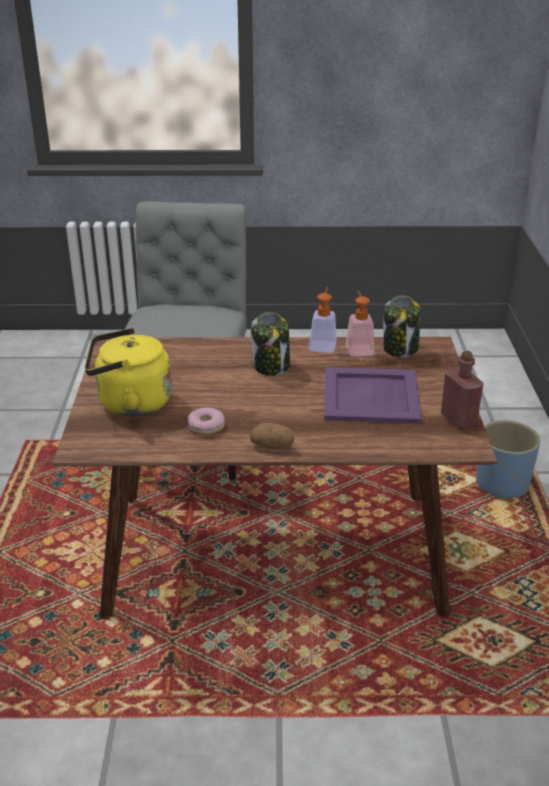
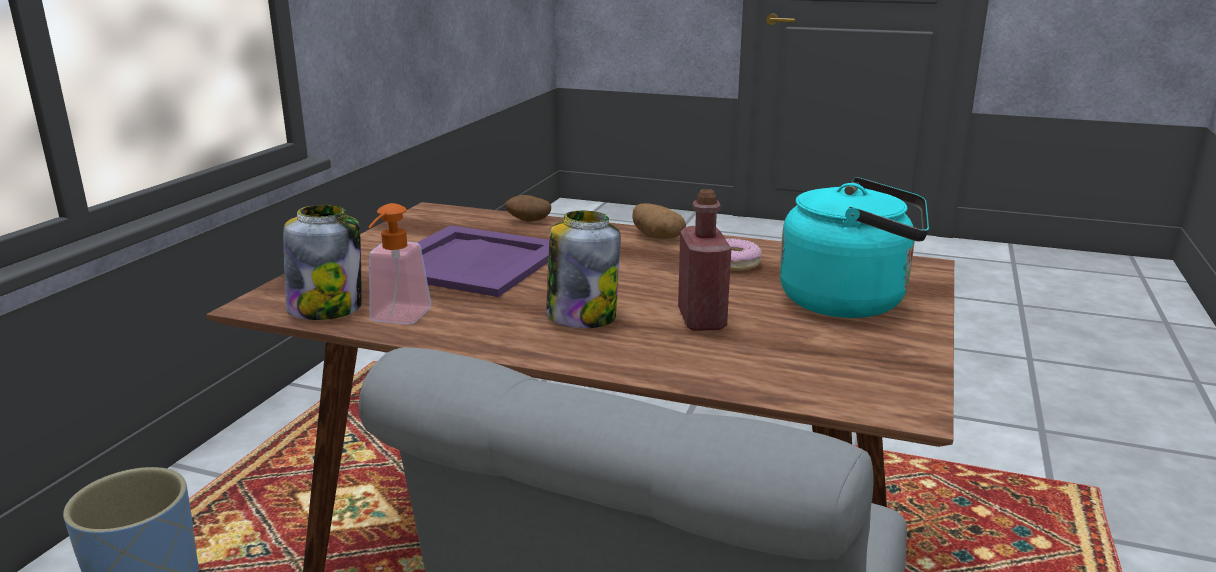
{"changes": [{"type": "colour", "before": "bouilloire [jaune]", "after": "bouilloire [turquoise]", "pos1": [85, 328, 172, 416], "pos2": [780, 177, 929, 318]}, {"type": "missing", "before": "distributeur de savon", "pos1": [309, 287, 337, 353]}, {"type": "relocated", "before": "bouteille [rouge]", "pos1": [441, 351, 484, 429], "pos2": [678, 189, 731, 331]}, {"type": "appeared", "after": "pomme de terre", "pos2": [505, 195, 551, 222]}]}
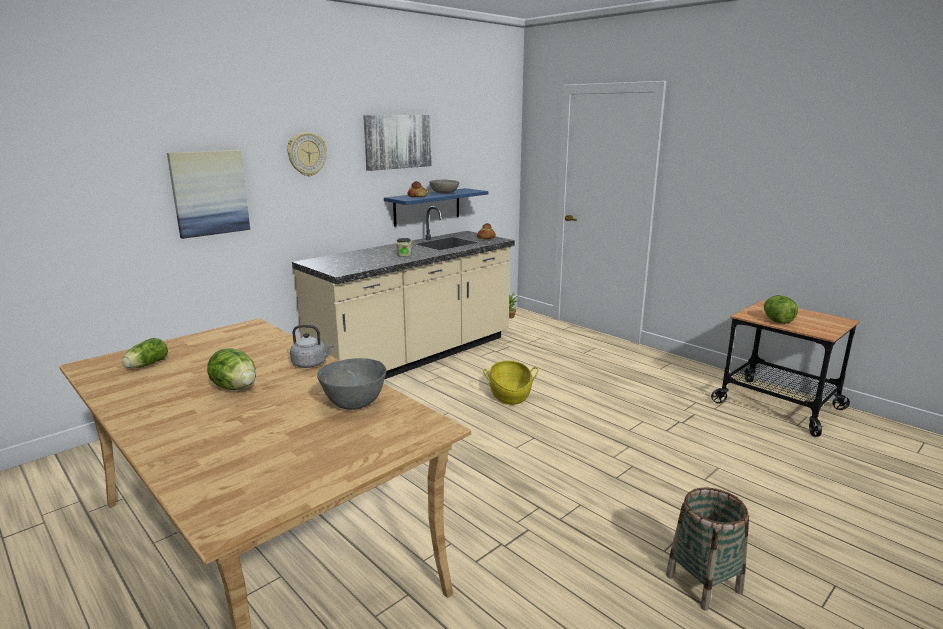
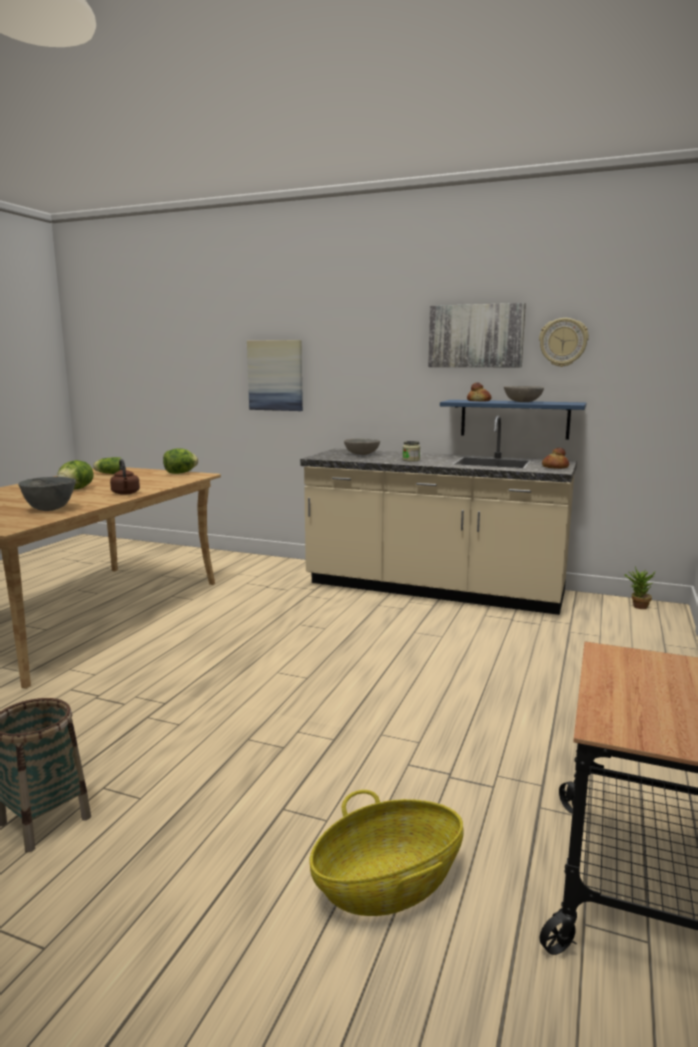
{"changes": [{"type": "relocated", "before": "horloge murale", "pos1": [287, 132, 327, 177], "pos2": [539, 318, 589, 367]}, {"type": "colour", "before": "bouilloire [gris]", "after": "bouilloire [marron]", "pos1": [290, 325, 334, 368], "pos2": [110, 459, 140, 495]}, {"type": "relocated", "before": "panier", "pos1": [483, 361, 538, 405], "pos2": [309, 790, 464, 916]}, {"type": "relocated", "before": "laitue", "pos1": [764, 295, 798, 324], "pos2": [163, 448, 198, 474]}, {"type": "appeared", "after": "bol [gris]", "pos2": [344, 438, 380, 455]}]}
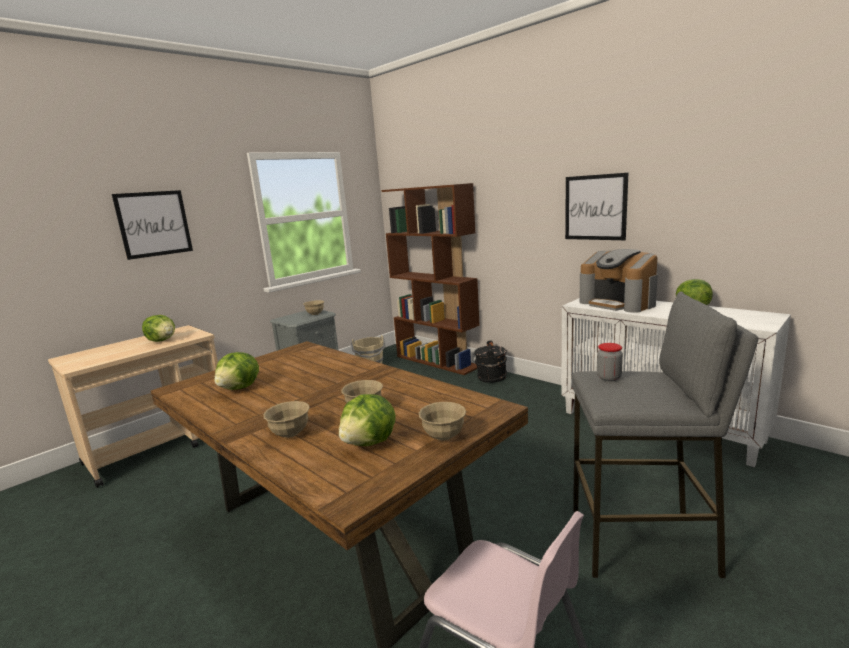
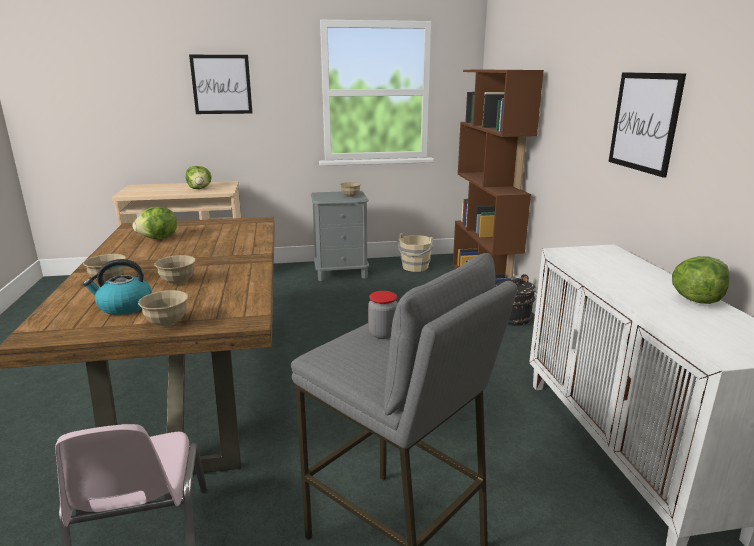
{"changes": [{"type": "exchanged", "before": "laitue", "after": "bouilloire", "pos1": [339, 394, 396, 446], "pos2": [83, 259, 152, 315]}, {"type": "missing", "before": "machine à café", "pos1": [579, 249, 658, 313]}]}
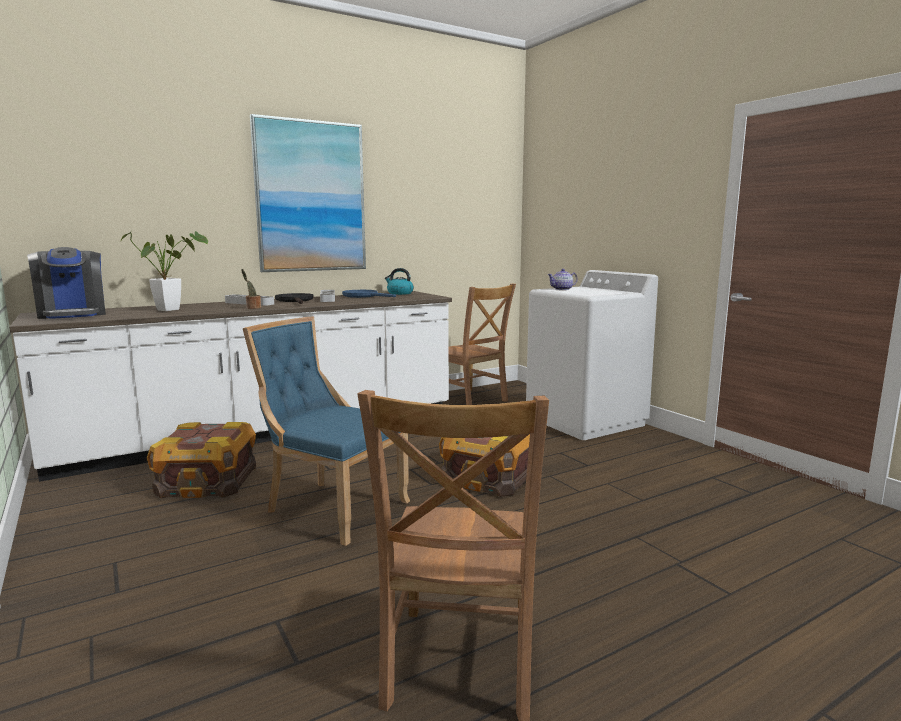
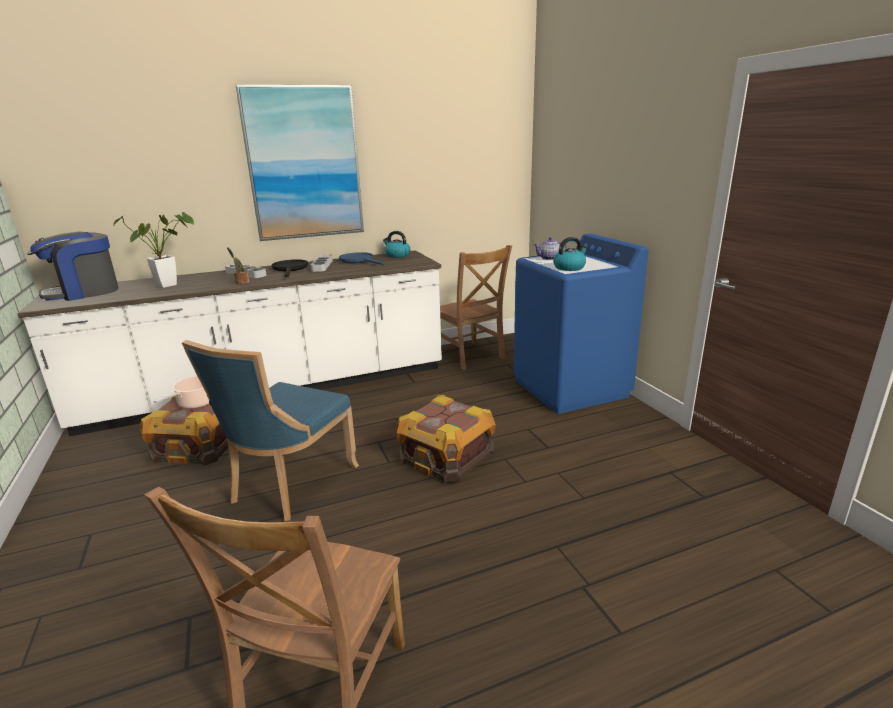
{"changes": [{"type": "spun", "before": "machine à café", "pos1": [27, 247, 106, 319], "pos2": [27, 232, 119, 301], "turn": 75}, {"type": "spun", "before": "chaise [bleu]", "pos1": [243, 316, 410, 546], "pos2": [182, 340, 359, 521], "turn": -105}, {"type": "colour", "before": "lave-linge [blanc]", "after": "lave-linge [bleu]", "pos1": [526, 270, 658, 440], "pos2": [514, 233, 649, 414]}, {"type": "appeared", "after": "marmite", "pos2": [154, 376, 209, 409]}, {"type": "appeared", "after": "bouilloire", "pos2": [553, 237, 588, 271]}]}
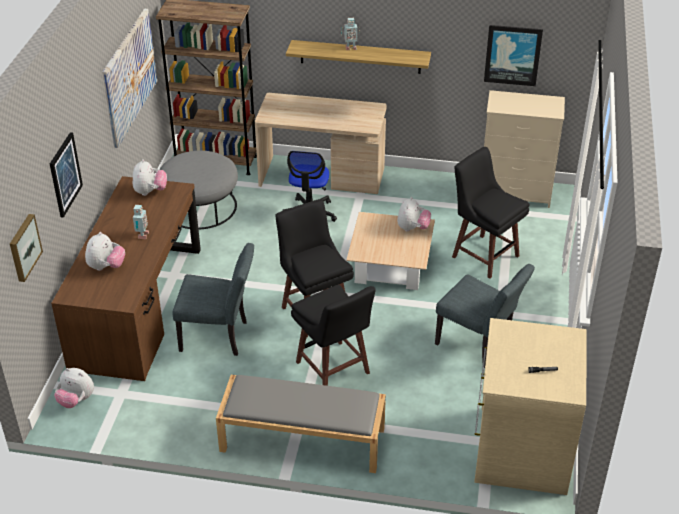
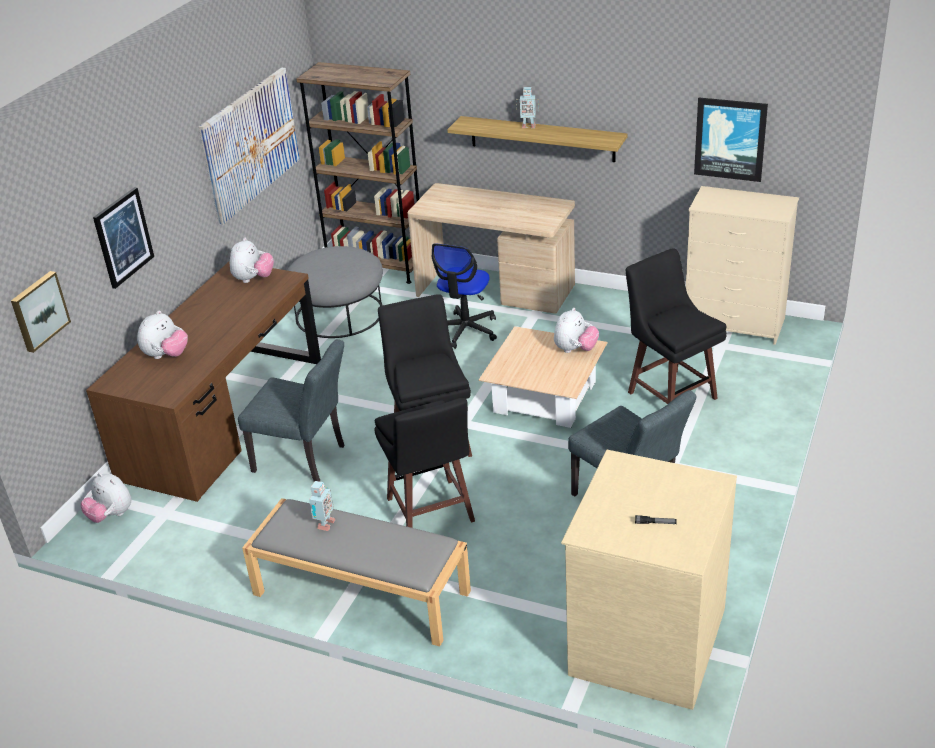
{"changes": [{"type": "relocated", "before": "robot jouet", "pos1": [133, 205, 149, 239], "pos2": [309, 481, 335, 531]}]}
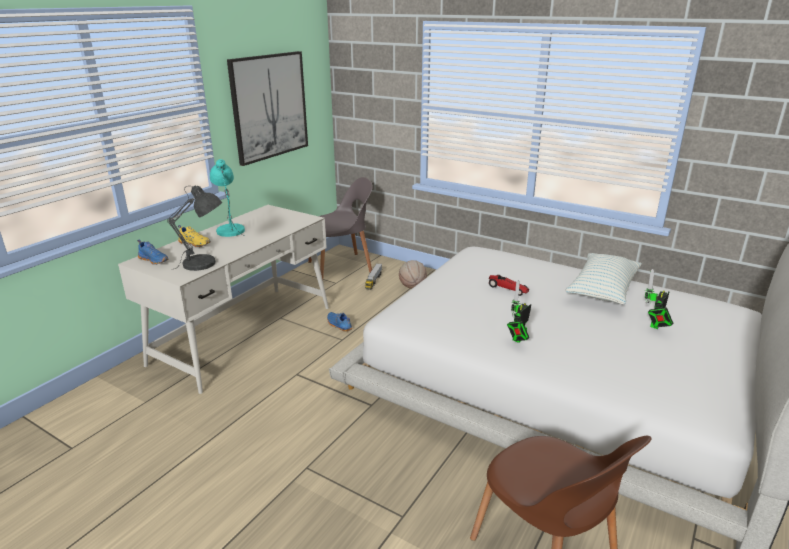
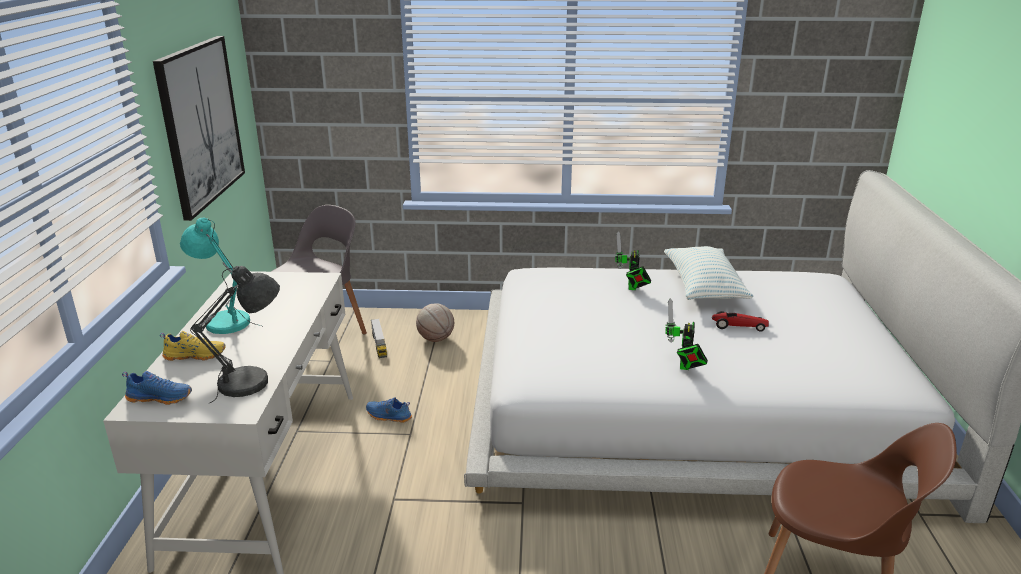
{"changes": [{"type": "relocated", "before": "petite voiture", "pos1": [489, 275, 529, 296], "pos2": [712, 311, 769, 332]}, {"type": "relocated", "before": "robot jouet", "pos1": [645, 269, 673, 329], "pos2": [615, 231, 651, 290]}]}
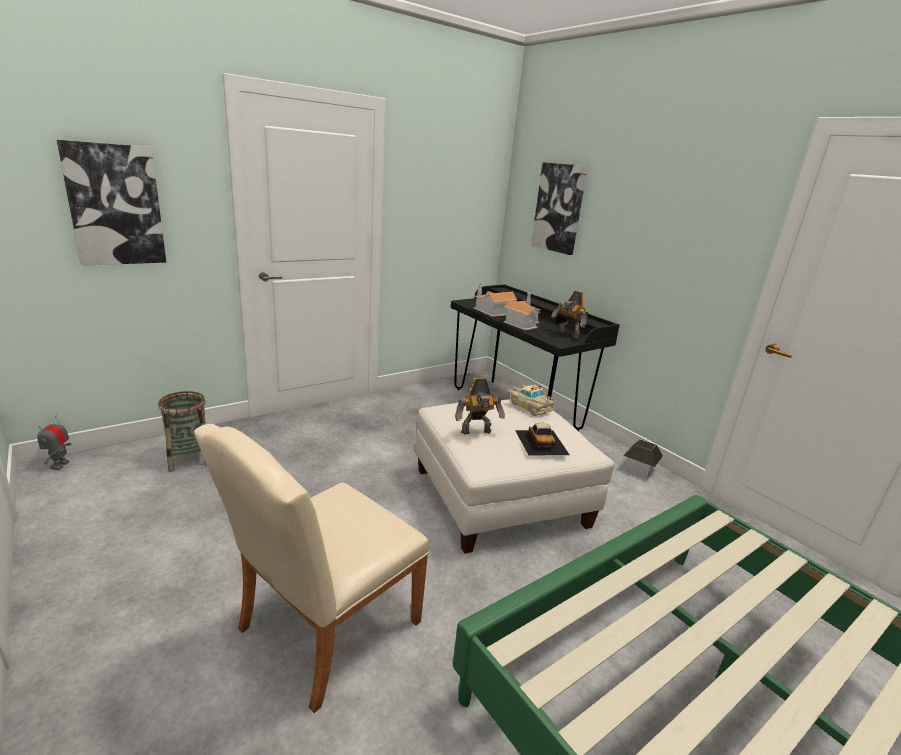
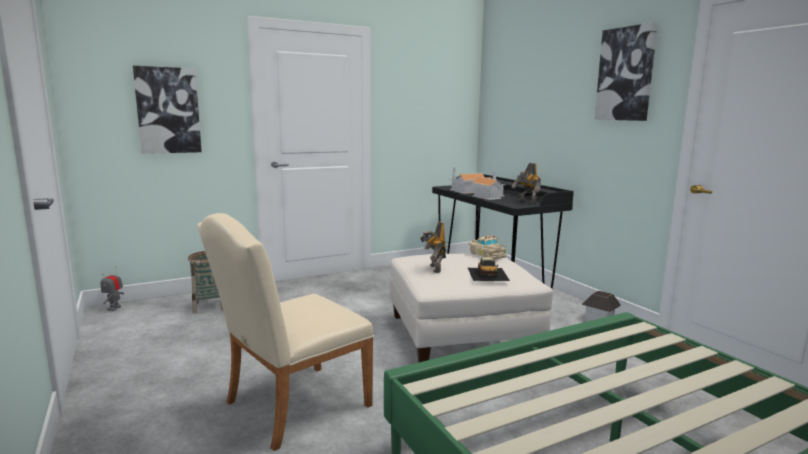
{"changes": [{"type": "spun", "before": "robot jouet", "pos1": [455, 378, 505, 435], "pos2": [420, 221, 446, 273], "turn": 90}, {"type": "relocated", "before": "tableau", "pos1": [531, 162, 588, 255], "pos2": [594, 22, 658, 121]}]}
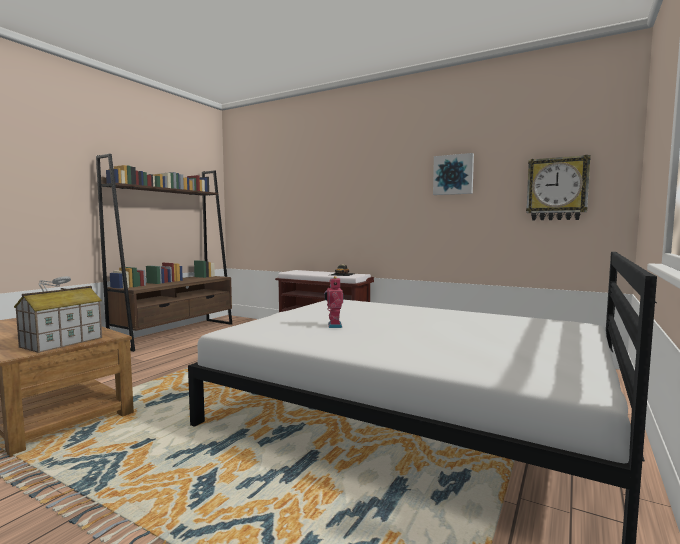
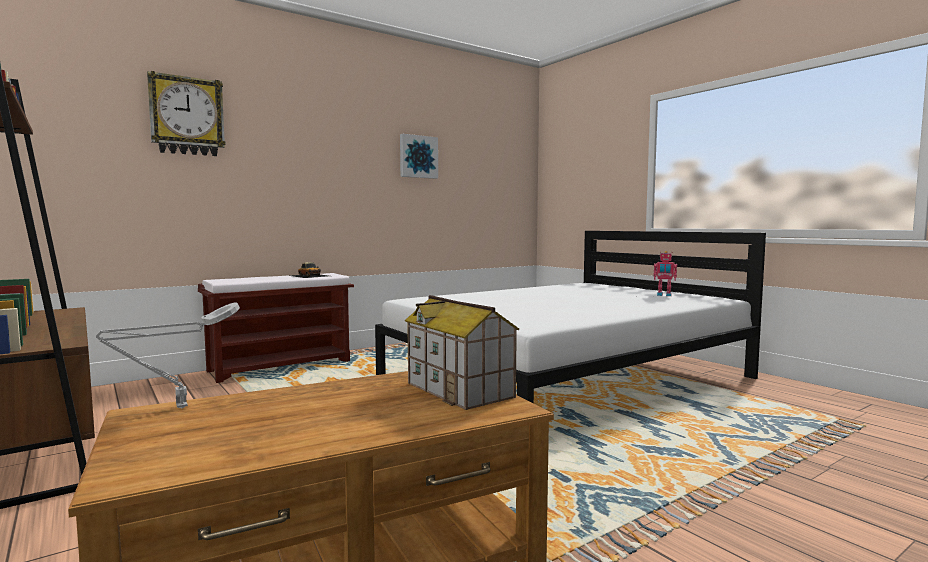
{"changes": [{"type": "relocated", "before": "robot jouet", "pos1": [324, 276, 343, 328], "pos2": [653, 251, 677, 296]}, {"type": "relocated", "before": "horloge murale", "pos1": [526, 155, 591, 220], "pos2": [147, 71, 225, 156]}]}
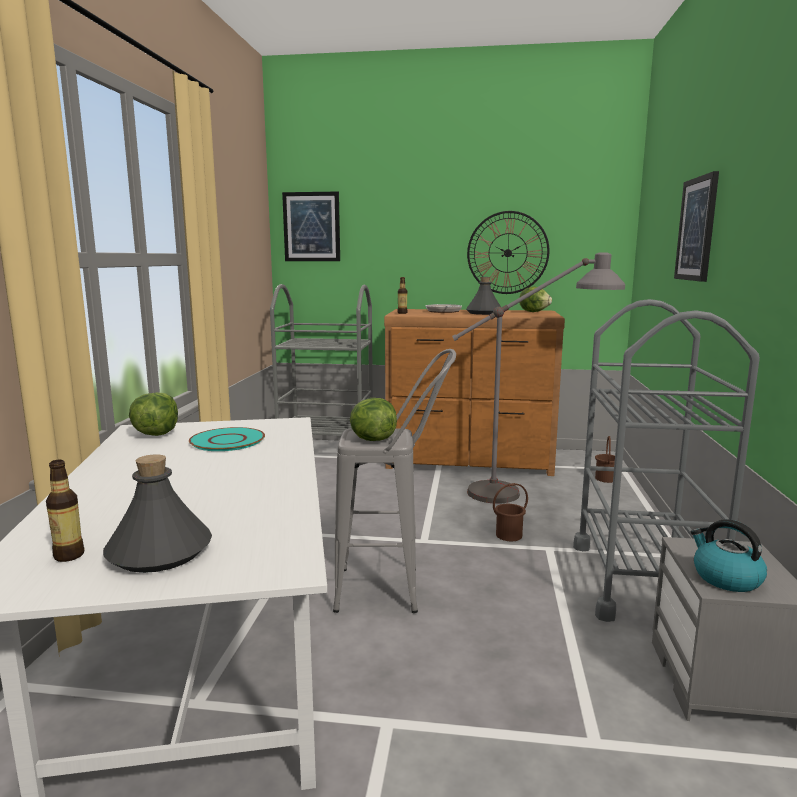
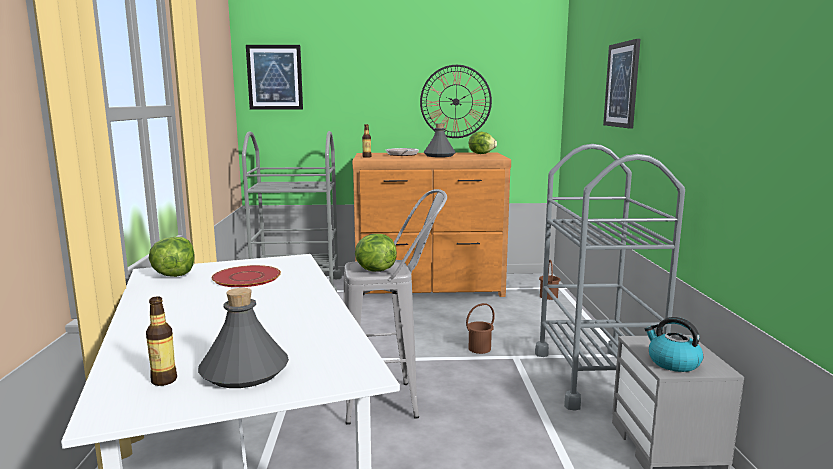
{"changes": [{"type": "colour", "before": "assiette [turquoise]", "after": "assiette [rouge]", "pos1": [189, 427, 265, 451], "pos2": [212, 265, 281, 287]}, {"type": "missing", "before": "lampadaire [gris]", "pos1": [452, 252, 625, 504]}]}
